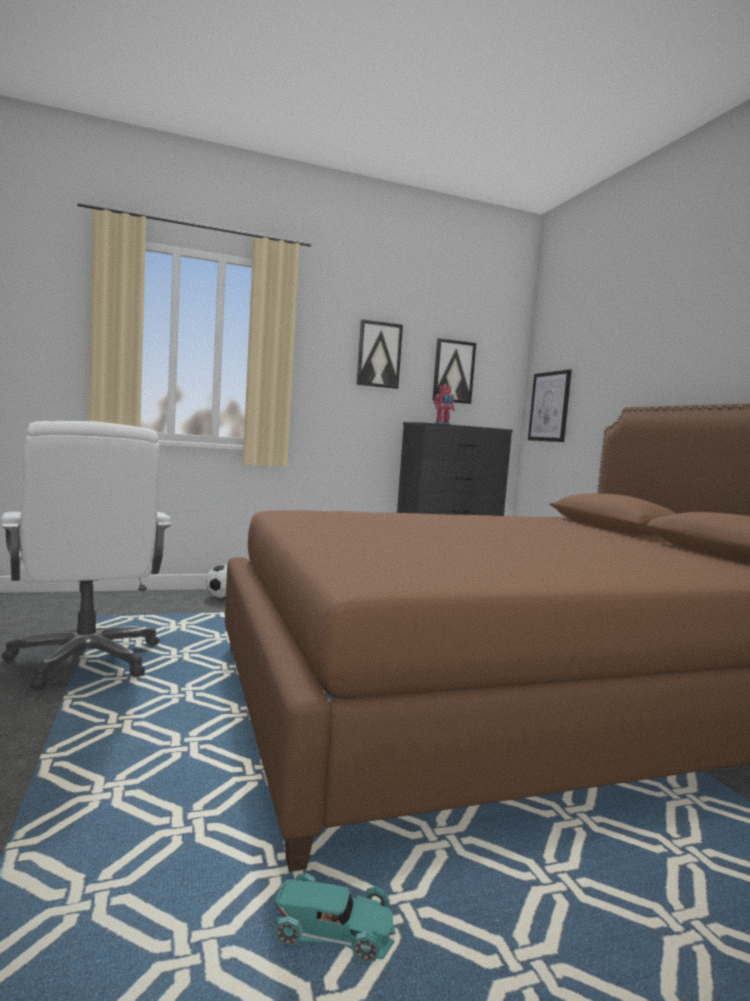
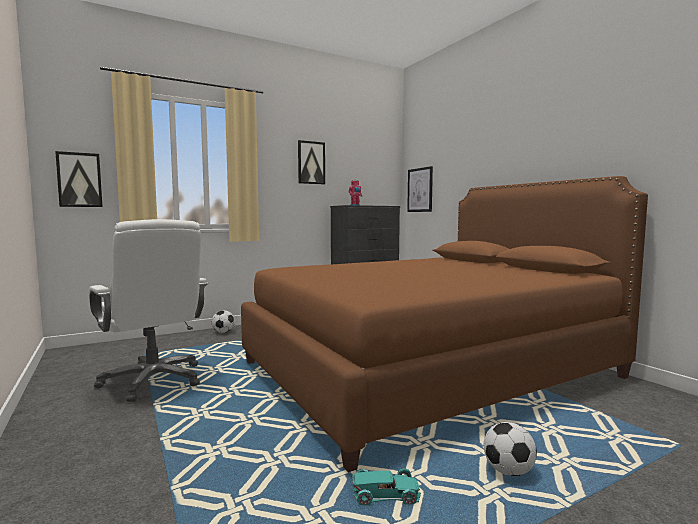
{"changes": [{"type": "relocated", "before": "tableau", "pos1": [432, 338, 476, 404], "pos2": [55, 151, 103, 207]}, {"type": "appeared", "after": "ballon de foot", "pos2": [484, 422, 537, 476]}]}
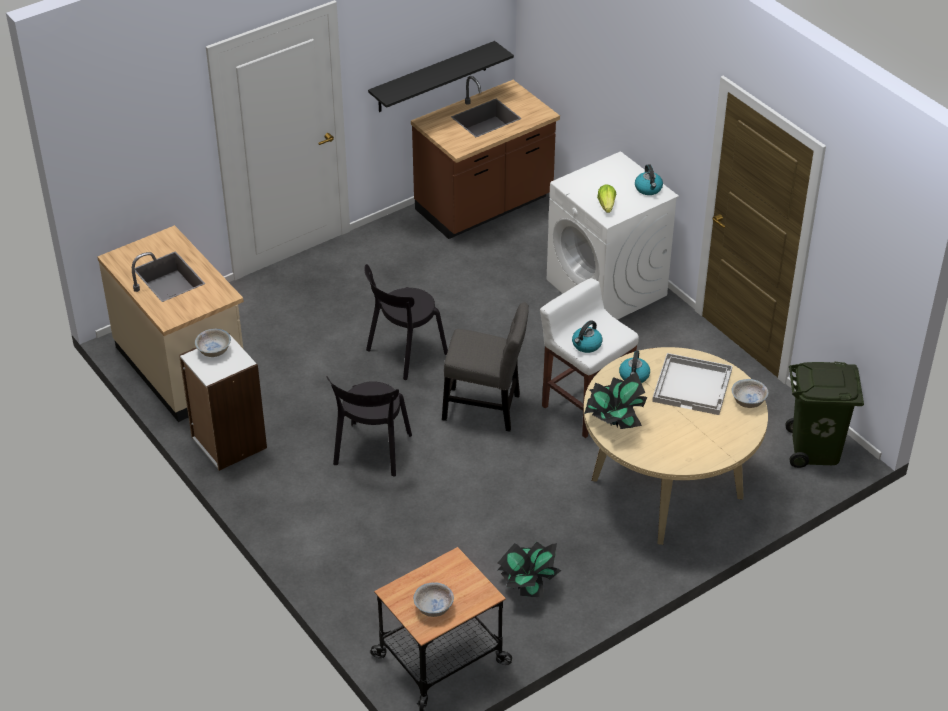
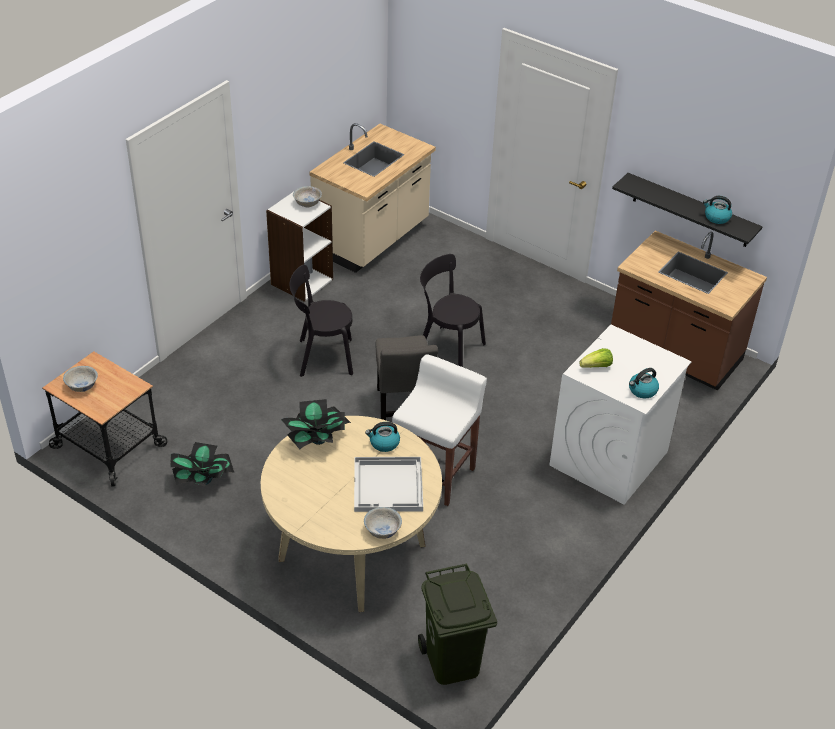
{"changes": [{"type": "relocated", "before": "bouilloire", "pos1": [572, 320, 602, 353], "pos2": [703, 196, 732, 224]}]}
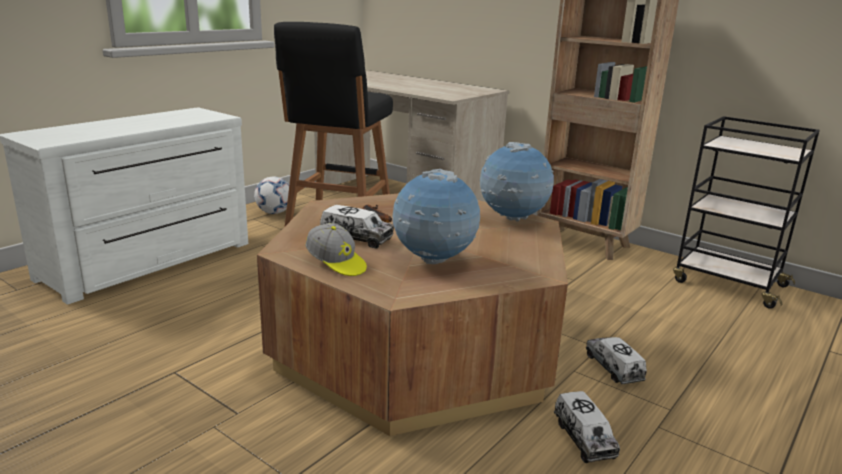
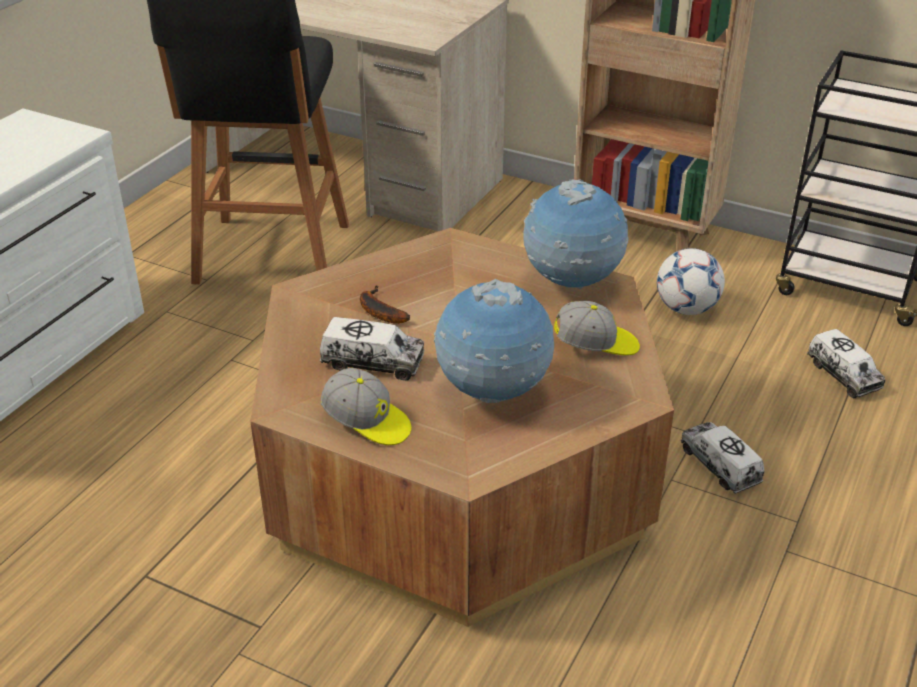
{"changes": [{"type": "relocated", "before": "ballon de foot", "pos1": [254, 177, 289, 214], "pos2": [657, 248, 725, 315]}, {"type": "relocated", "before": "camion jouet", "pos1": [554, 391, 620, 463], "pos2": [807, 329, 886, 398]}, {"type": "appeared", "after": "casquette", "pos2": [554, 301, 640, 356]}]}
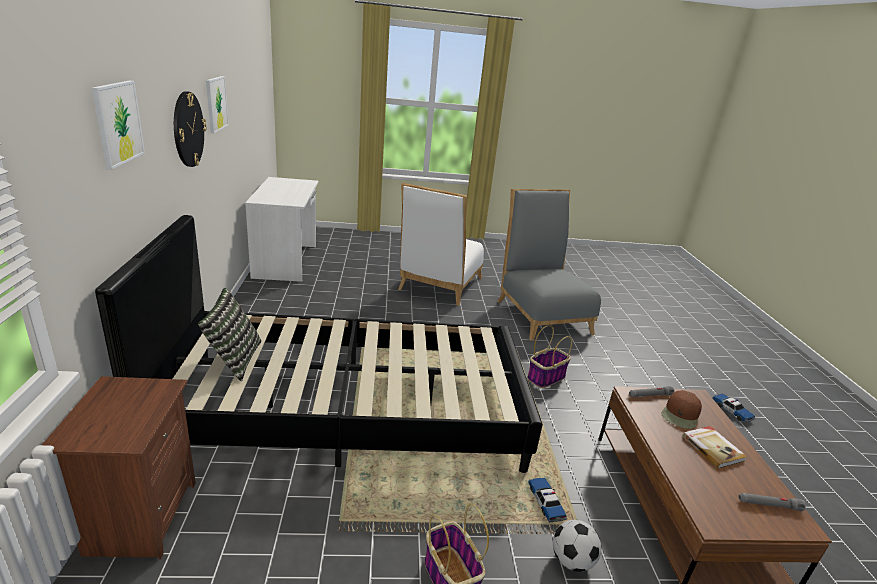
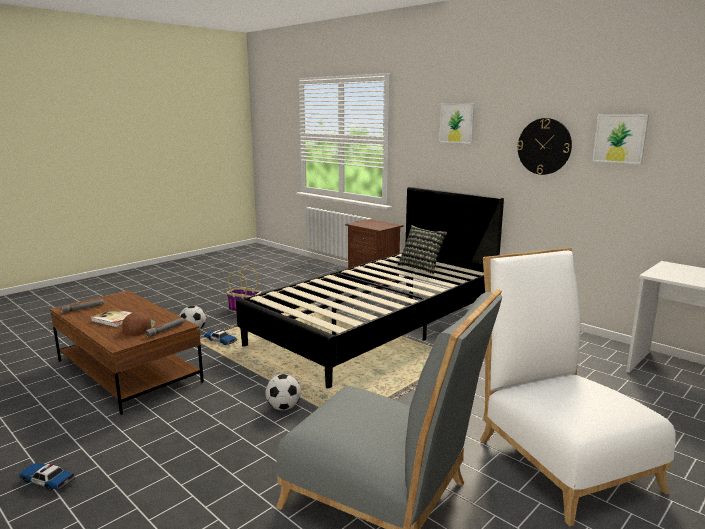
{"changes": [{"type": "exchanged", "before": "panier", "after": "ballon de foot", "pos1": [527, 325, 572, 388], "pos2": [265, 374, 301, 410]}]}
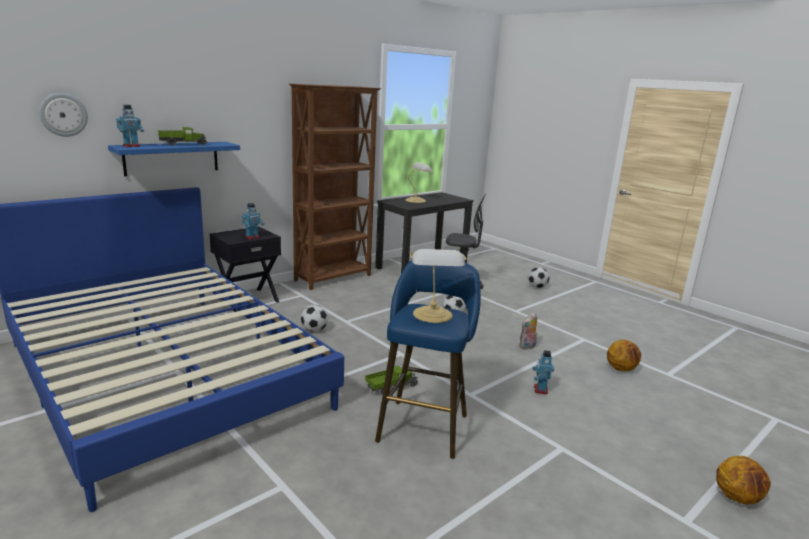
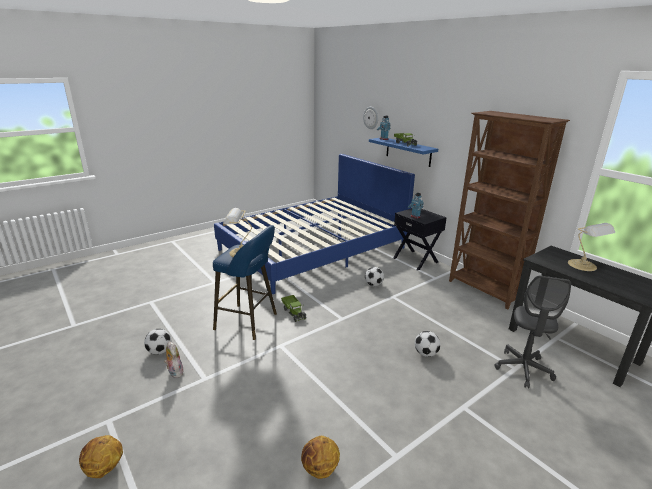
{"changes": [{"type": "relocated", "before": "peluche", "pos1": [519, 312, 537, 350], "pos2": [164, 342, 183, 378]}, {"type": "relocated", "before": "ballon de foot", "pos1": [528, 267, 549, 288], "pos2": [144, 329, 171, 355]}, {"type": "missing", "before": "robot jouet", "pos1": [532, 350, 554, 394]}]}
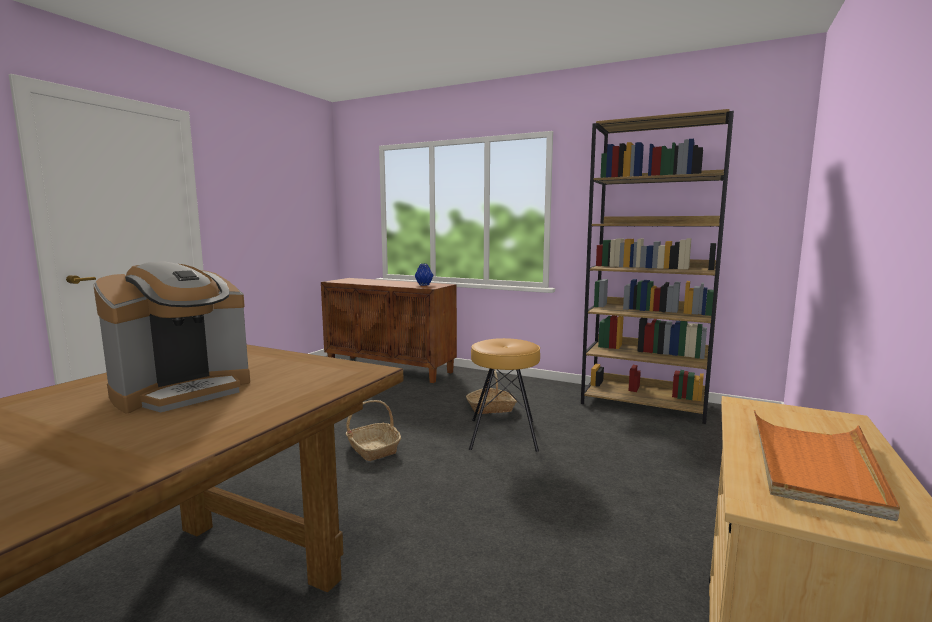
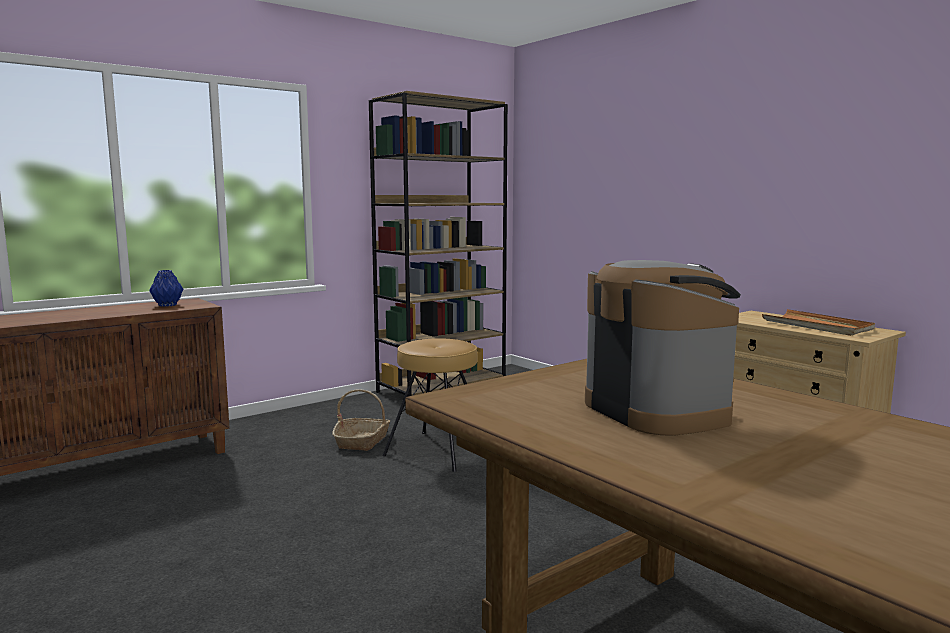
{"changes": [{"type": "missing", "before": "panier", "pos1": [346, 400, 401, 461]}]}
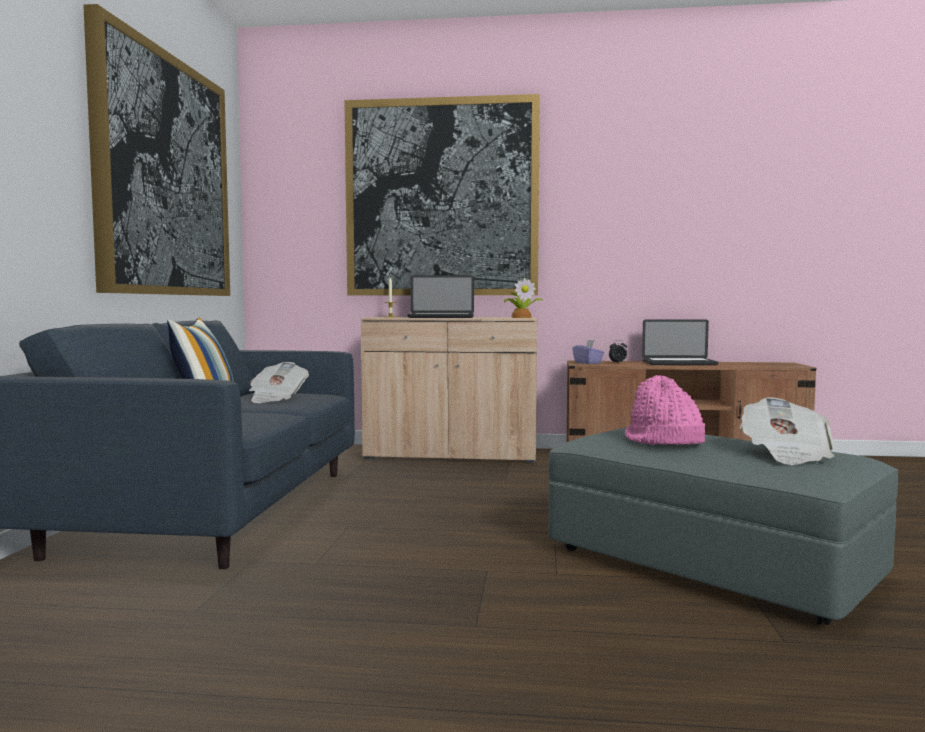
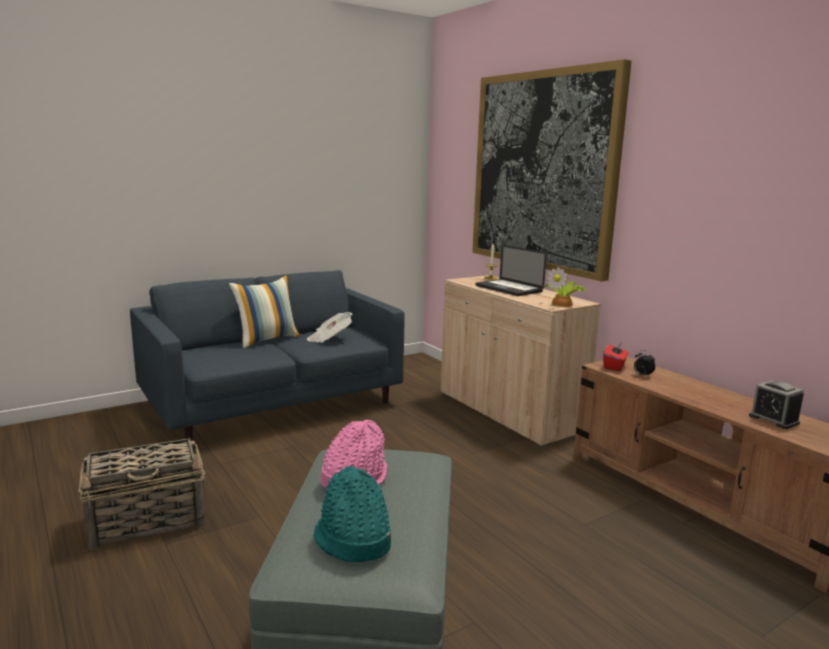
{"changes": [{"type": "missing", "before": "tableau", "pos1": [83, 4, 230, 296]}, {"type": "colour", "before": "boîte à mouchoirs [violet]", "after": "boîte à mouchoirs [rouge]", "pos1": [573, 340, 604, 364], "pos2": [603, 341, 628, 371]}, {"type": "missing", "before": "ordinateur portable", "pos1": [642, 320, 718, 365]}, {"type": "exchanged", "before": "journal", "after": "chapeau [turquoise]", "pos1": [740, 397, 834, 465], "pos2": [314, 466, 391, 562]}, {"type": "appeared", "after": "panier", "pos2": [78, 438, 207, 550]}, {"type": "appeared", "after": "réveil", "pos2": [749, 380, 804, 429]}]}
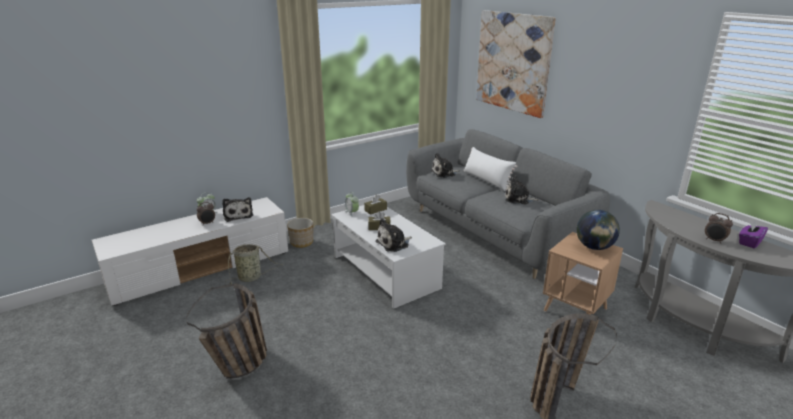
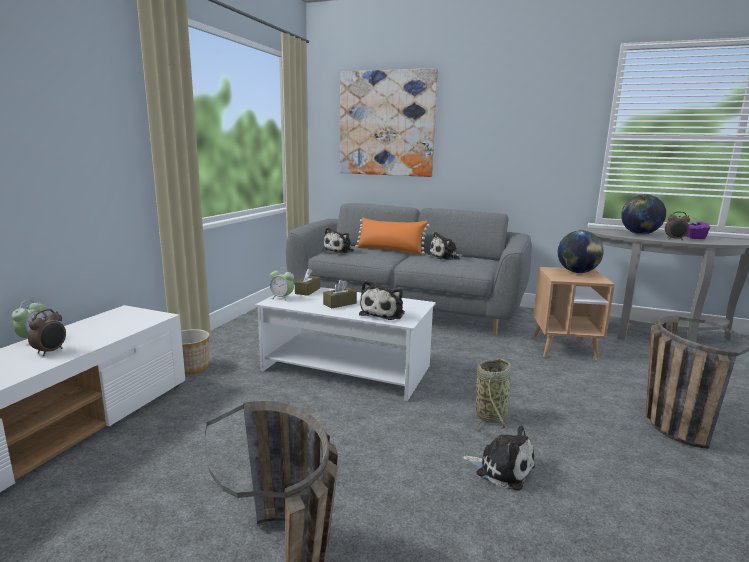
{"changes": [{"type": "relocated", "before": "peluche", "pos1": [222, 197, 253, 222], "pos2": [462, 426, 535, 491]}, {"type": "relocated", "before": "panier", "pos1": [225, 244, 283, 284], "pos2": [476, 359, 511, 431]}, {"type": "colour", "before": "coussin [blanc]", "after": "coussin [orange]", "pos1": [463, 147, 517, 191], "pos2": [355, 218, 430, 255]}, {"type": "appeared", "after": "globe", "pos2": [621, 194, 666, 235]}]}
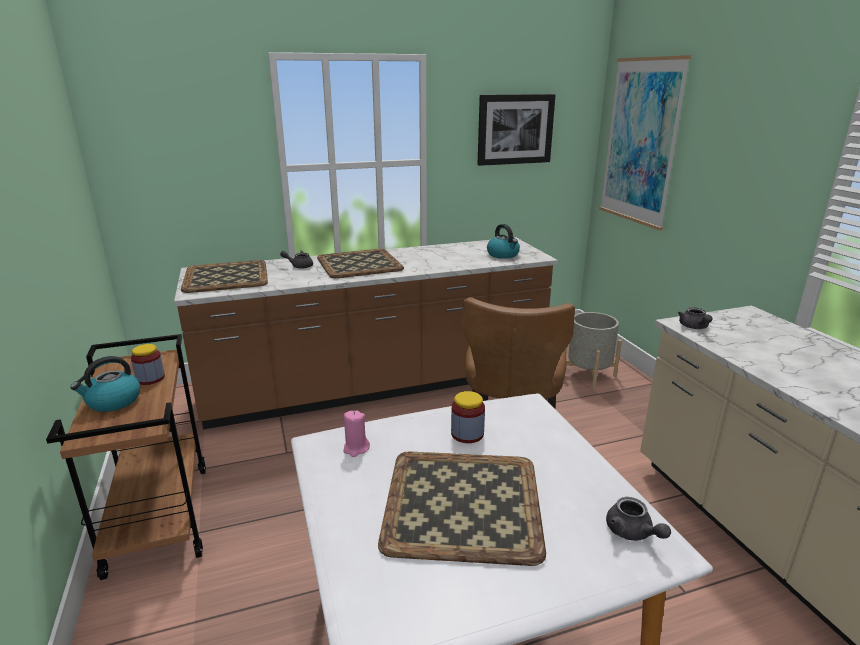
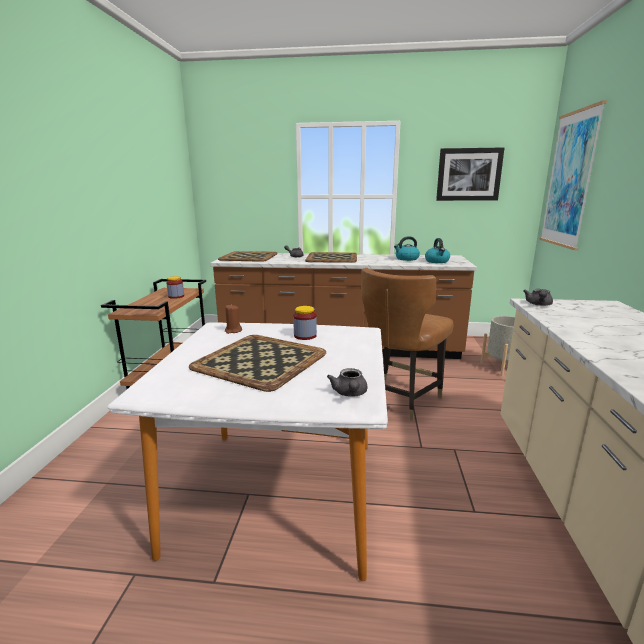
{"changes": [{"type": "relocated", "before": "bouilloire", "pos1": [70, 356, 140, 412], "pos2": [394, 236, 420, 261]}, {"type": "colour", "before": "bougie [rose]", "after": "bougie [marron]", "pos1": [343, 410, 370, 457], "pos2": [225, 304, 242, 334]}]}
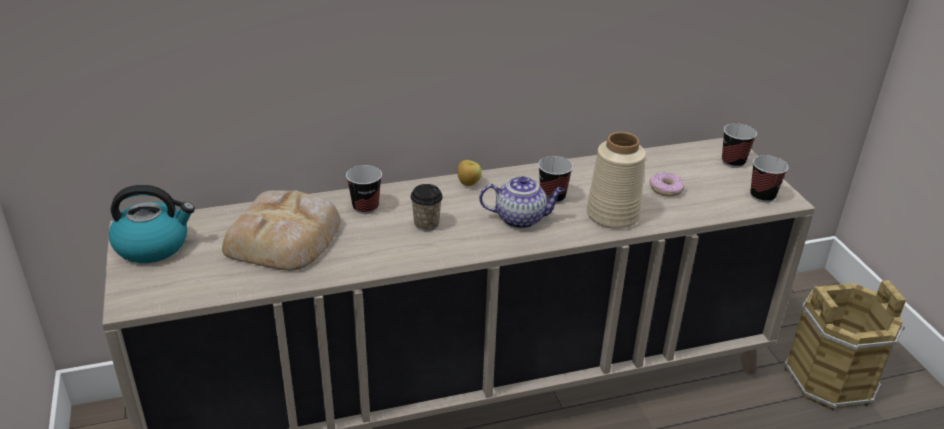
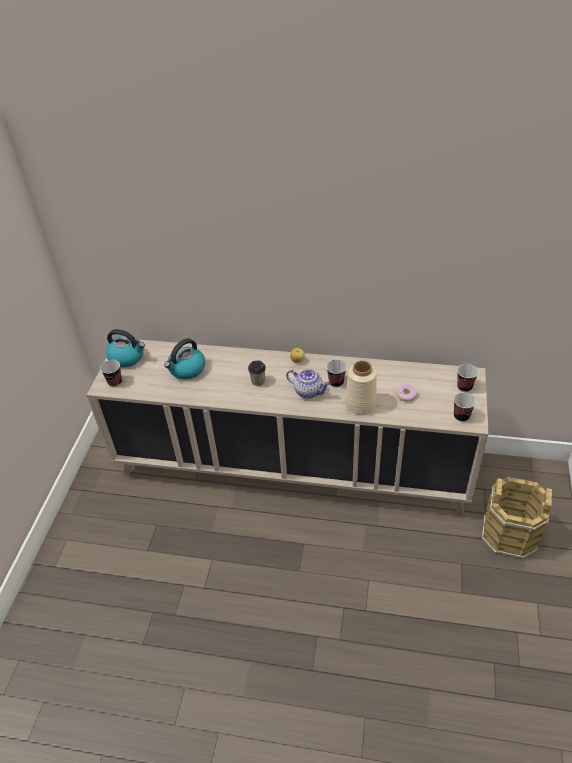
{"changes": [{"type": "exchanged", "before": "pain", "after": "bouilloire", "pos1": [222, 190, 341, 271], "pos2": [164, 338, 205, 380]}, {"type": "relocated", "before": "tasse", "pos1": [346, 165, 382, 214], "pos2": [100, 360, 122, 387]}]}
